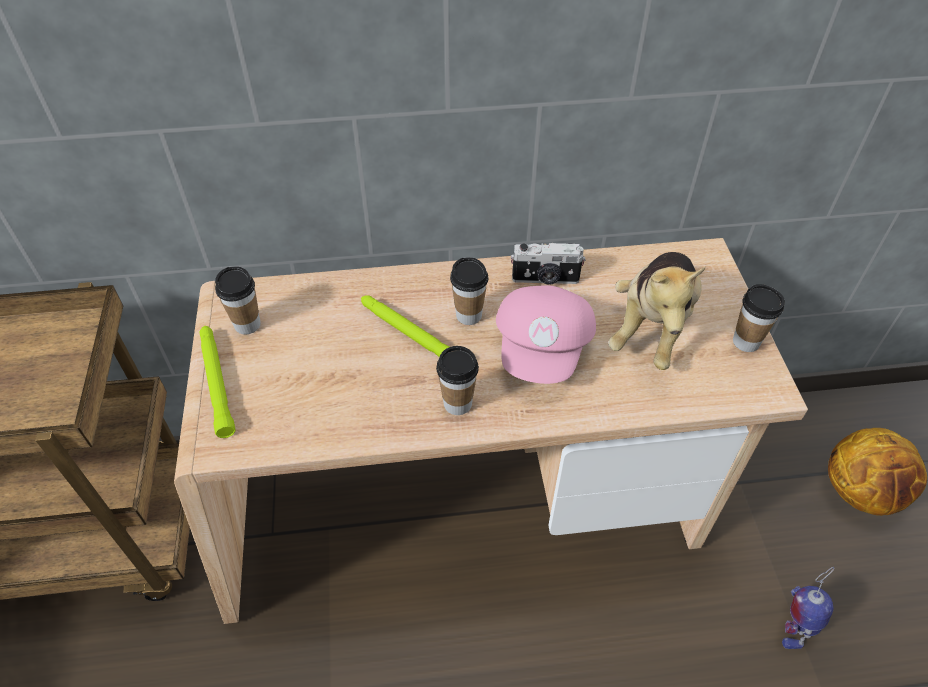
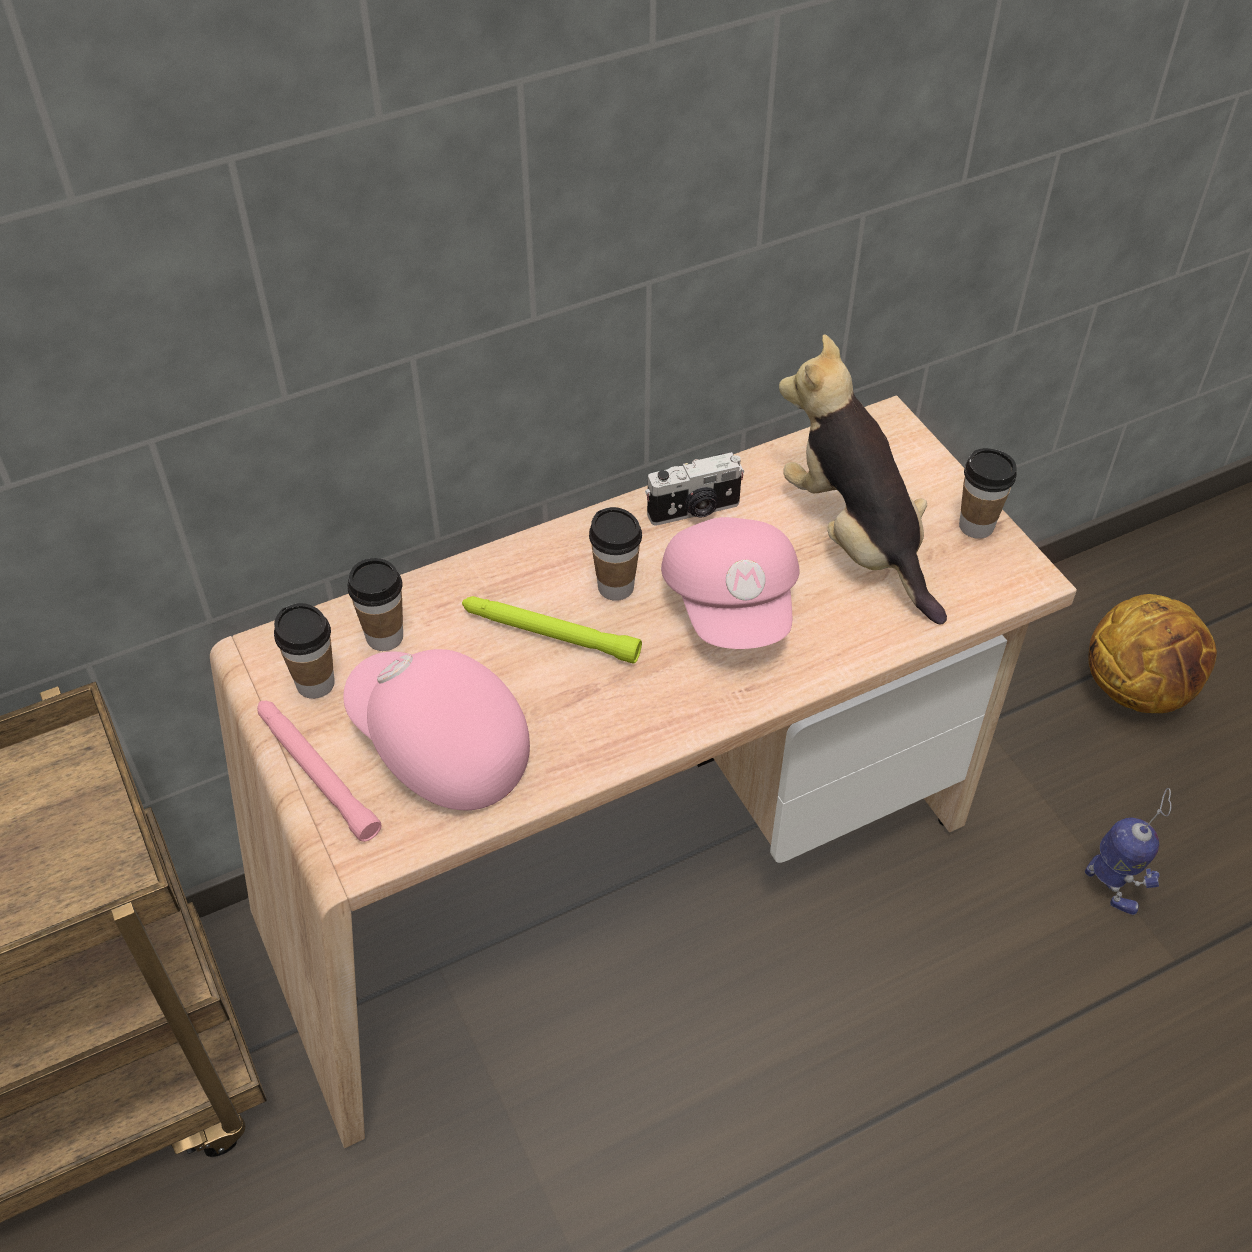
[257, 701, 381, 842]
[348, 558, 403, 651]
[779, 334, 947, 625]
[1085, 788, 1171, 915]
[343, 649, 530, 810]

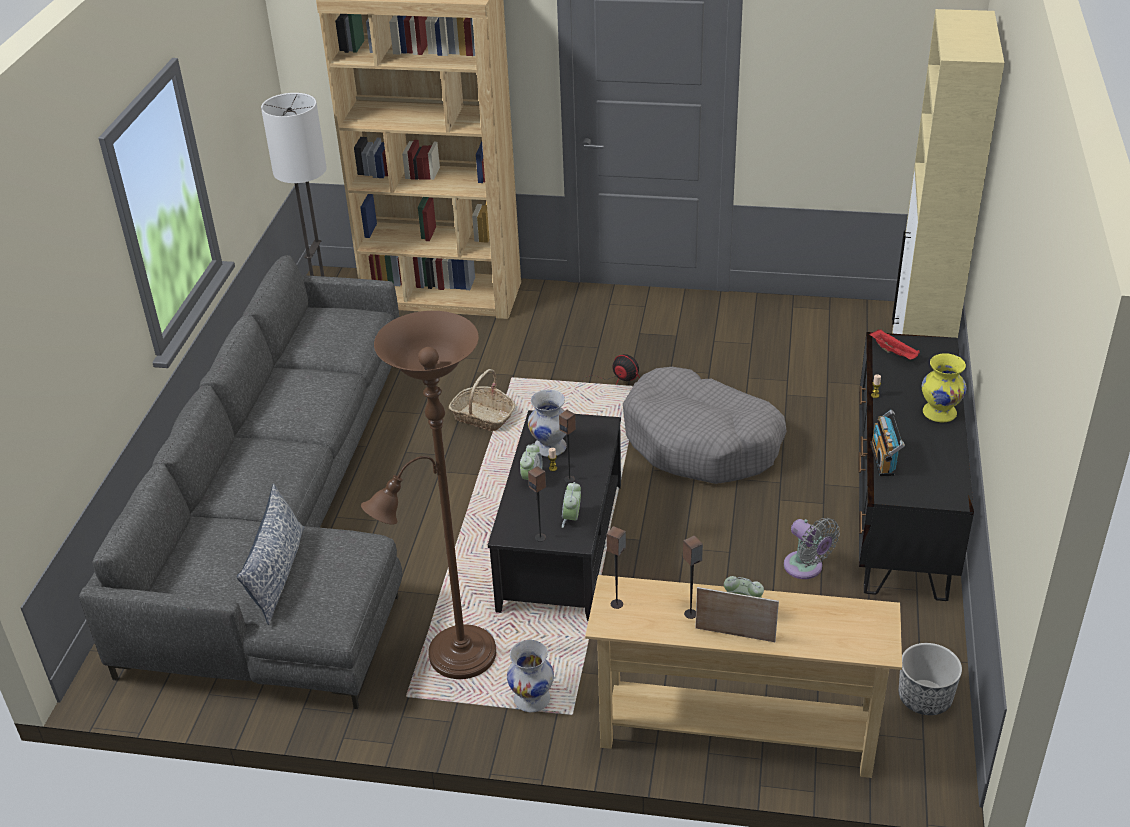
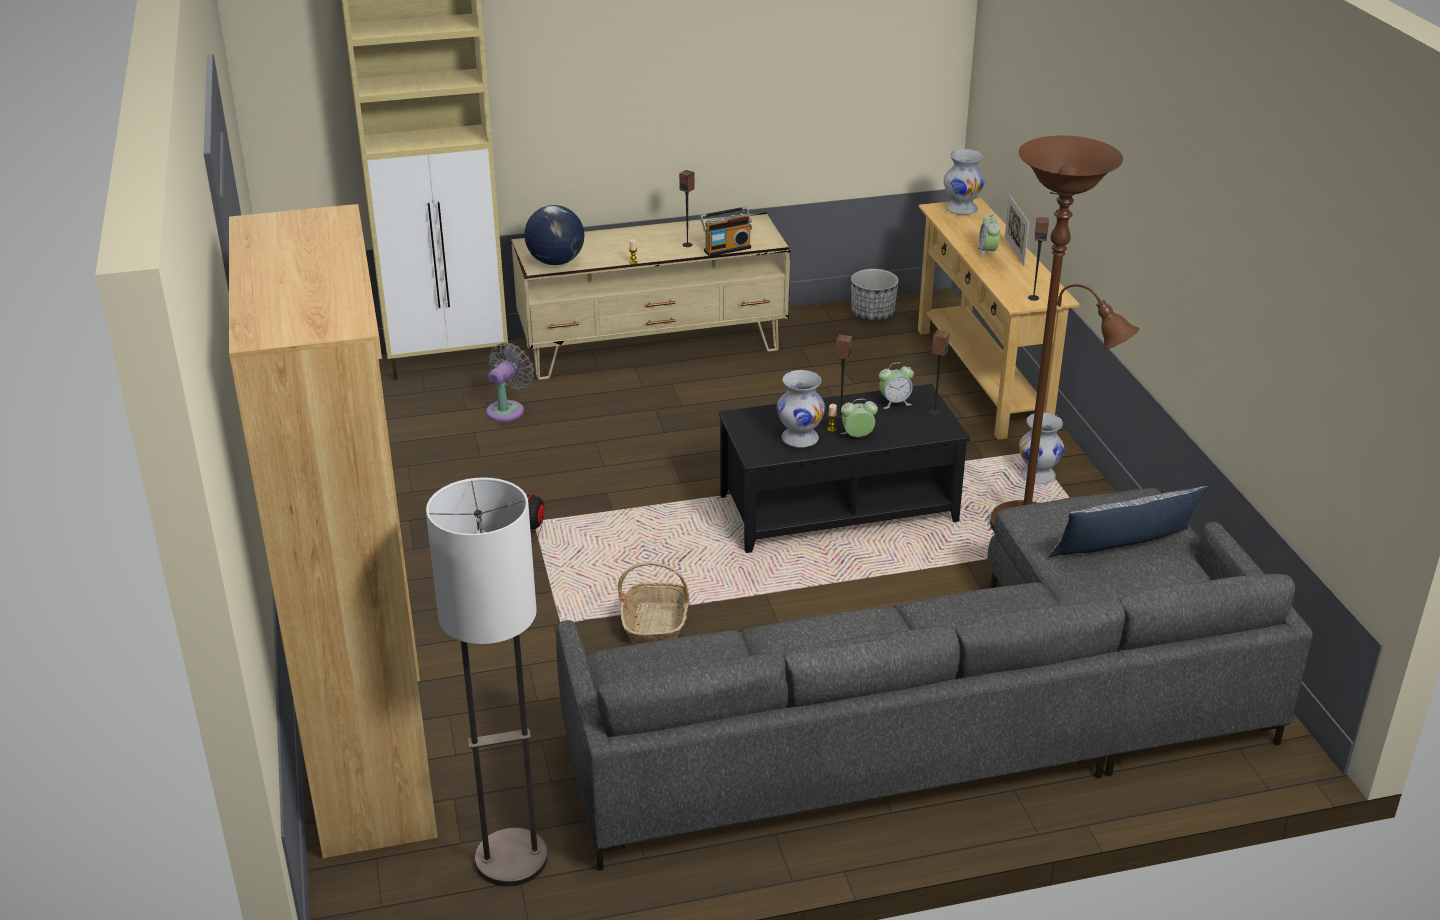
[623, 367, 787, 484] (first image)
[679, 170, 695, 247]
[486, 343, 534, 422]
[511, 213, 790, 380]
[524, 205, 584, 265]
[922, 353, 966, 422] (first image)
[944, 149, 985, 215]

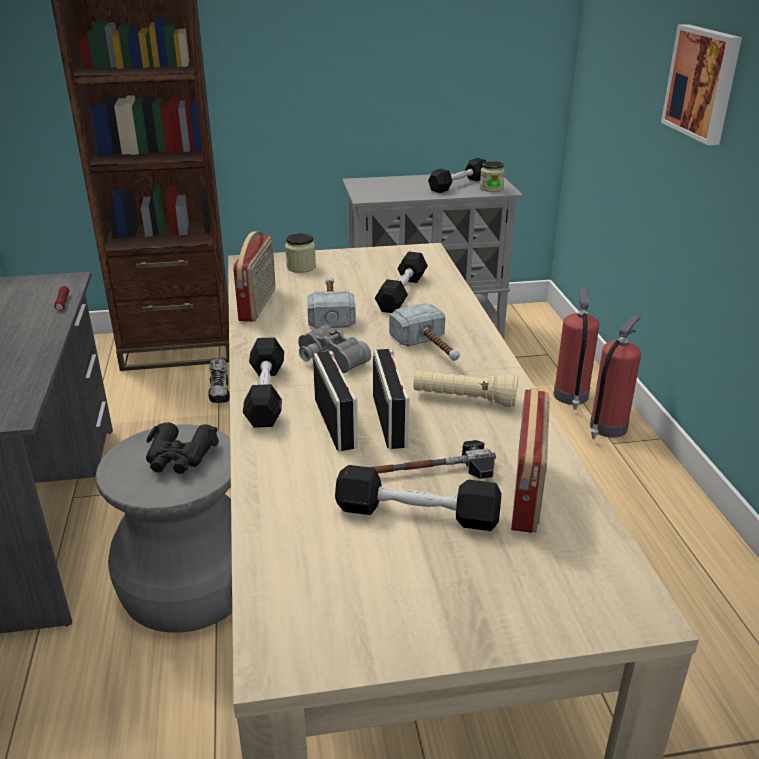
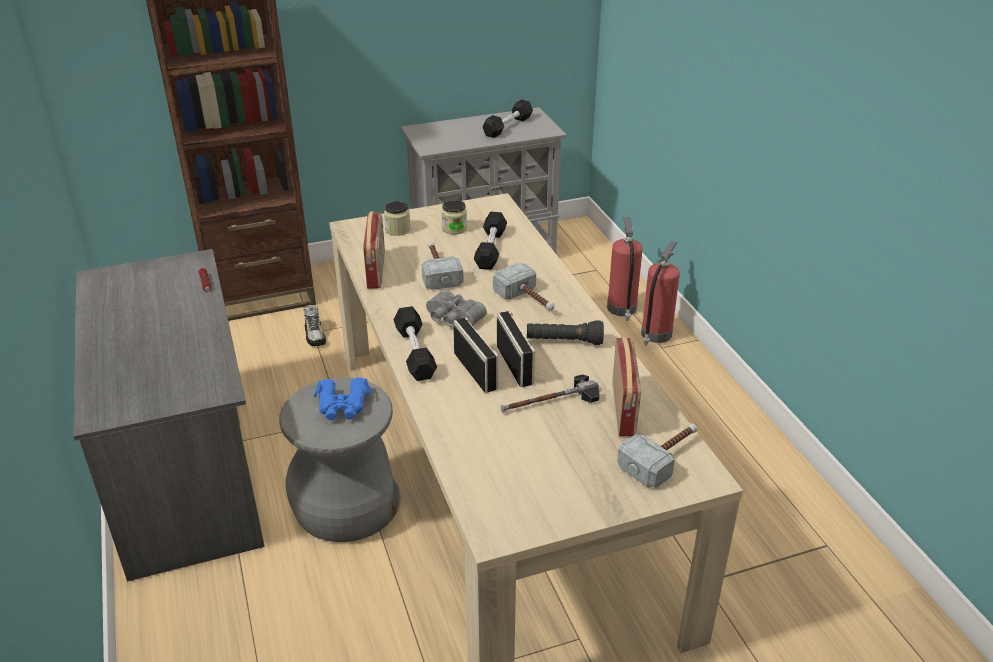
[314, 377, 371, 420]
[335, 465, 502, 531] (first image)
[527, 320, 604, 345]
[441, 200, 467, 234]
[661, 24, 742, 145] (first image)
[617, 423, 697, 488]

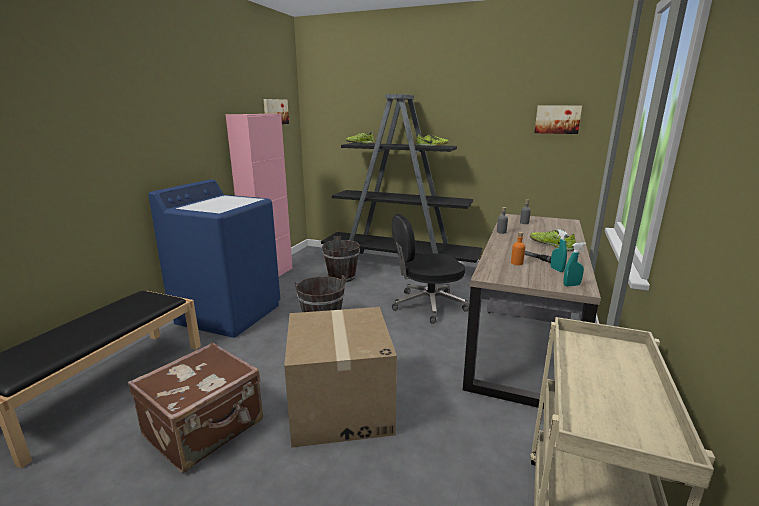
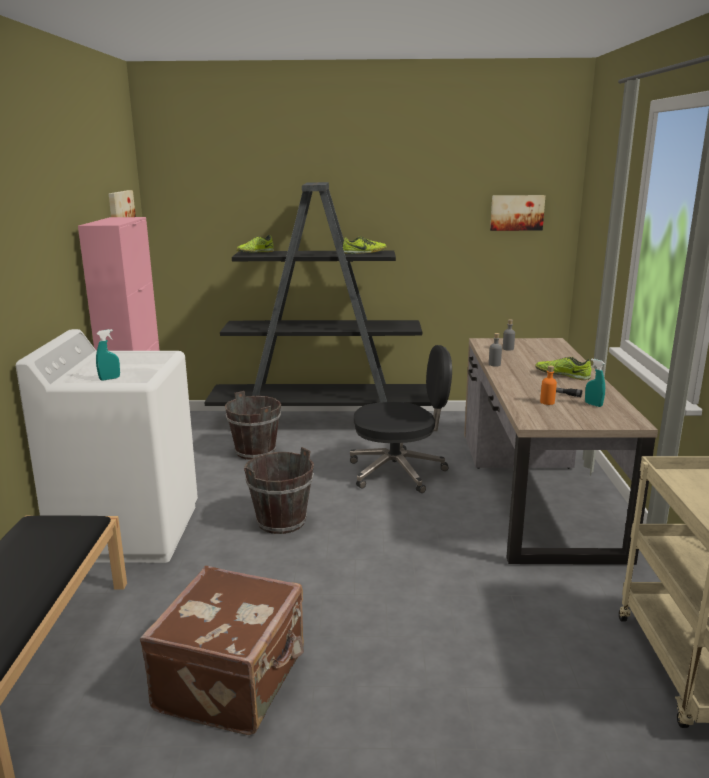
[16, 329, 198, 563]
[284, 307, 397, 448] (first image)
[350, 345, 452, 493]
[96, 329, 120, 381]

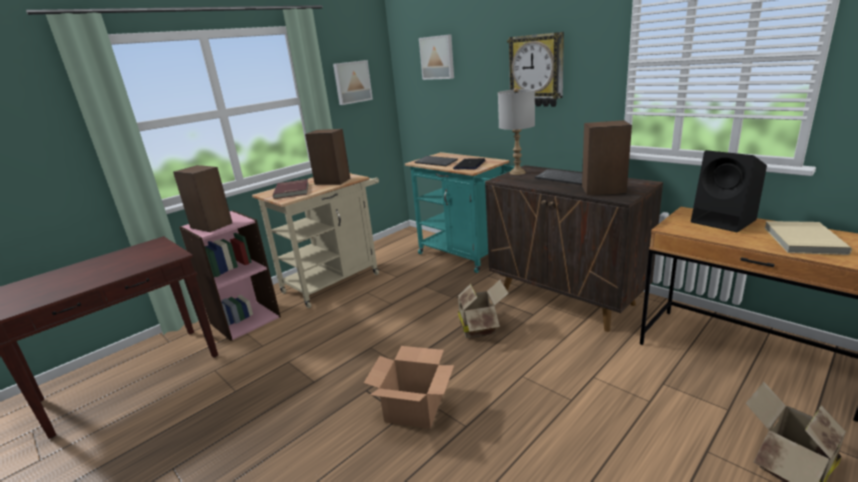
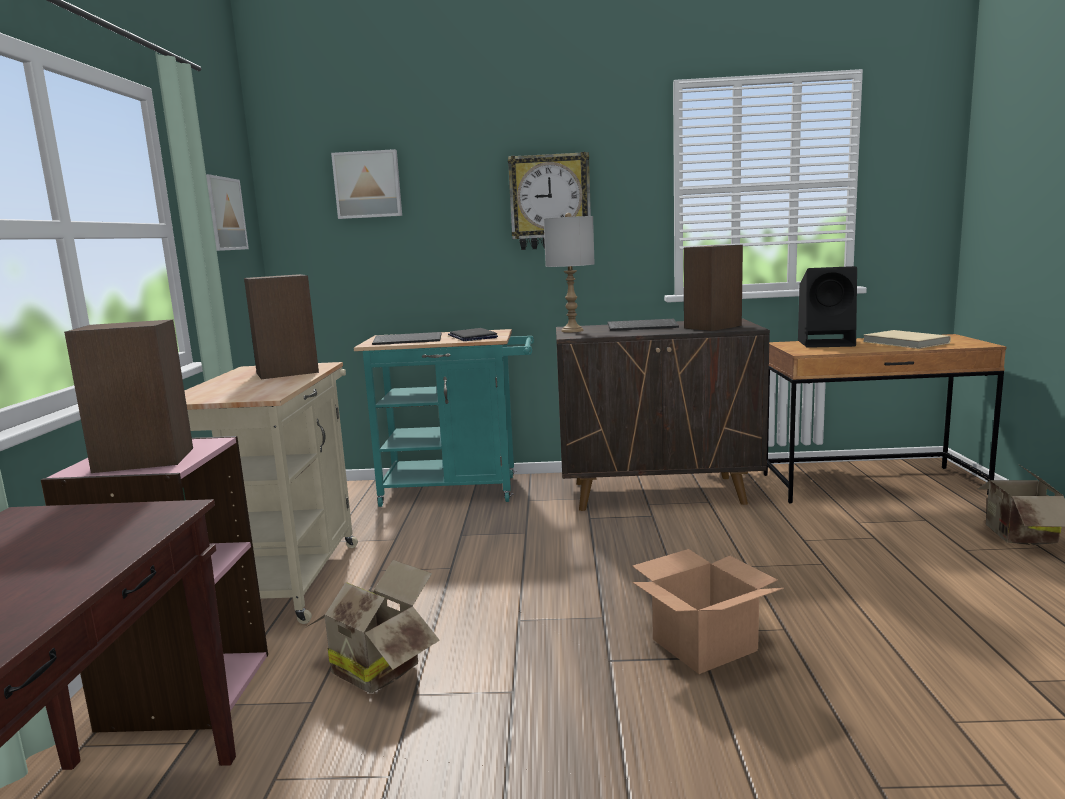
[273, 179, 309, 199] (first image)
[307, 560, 440, 694]

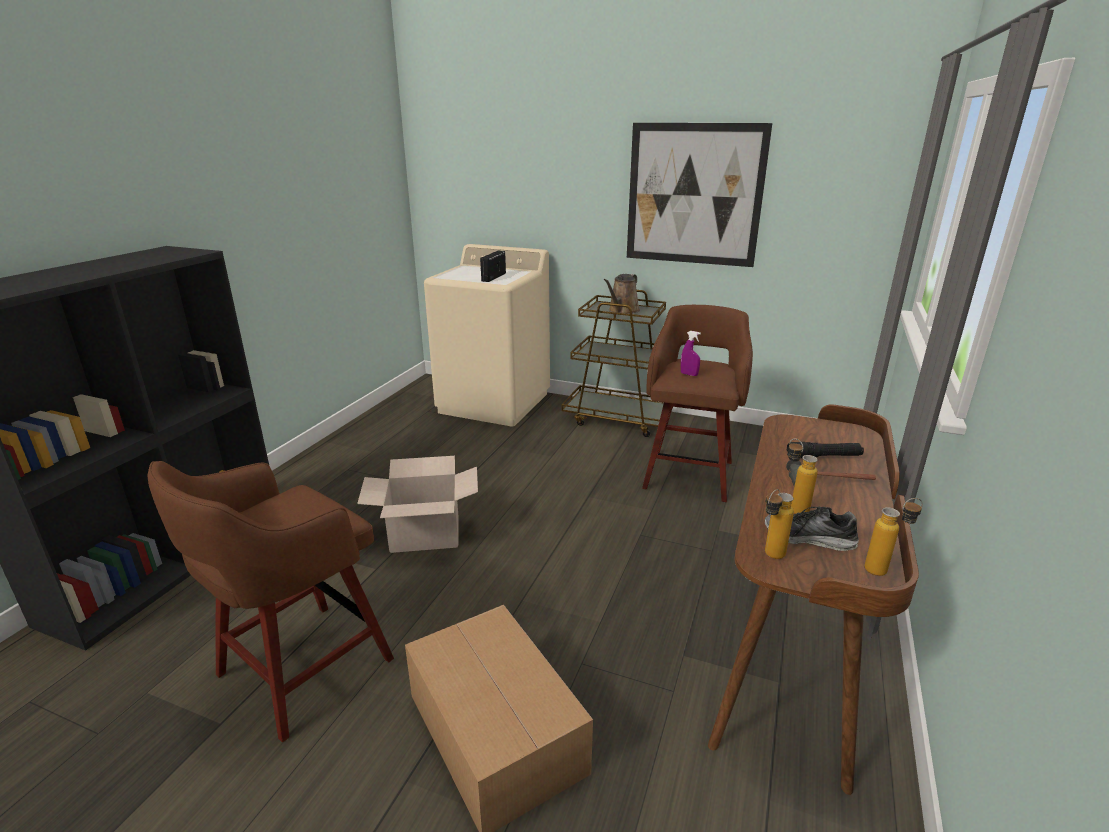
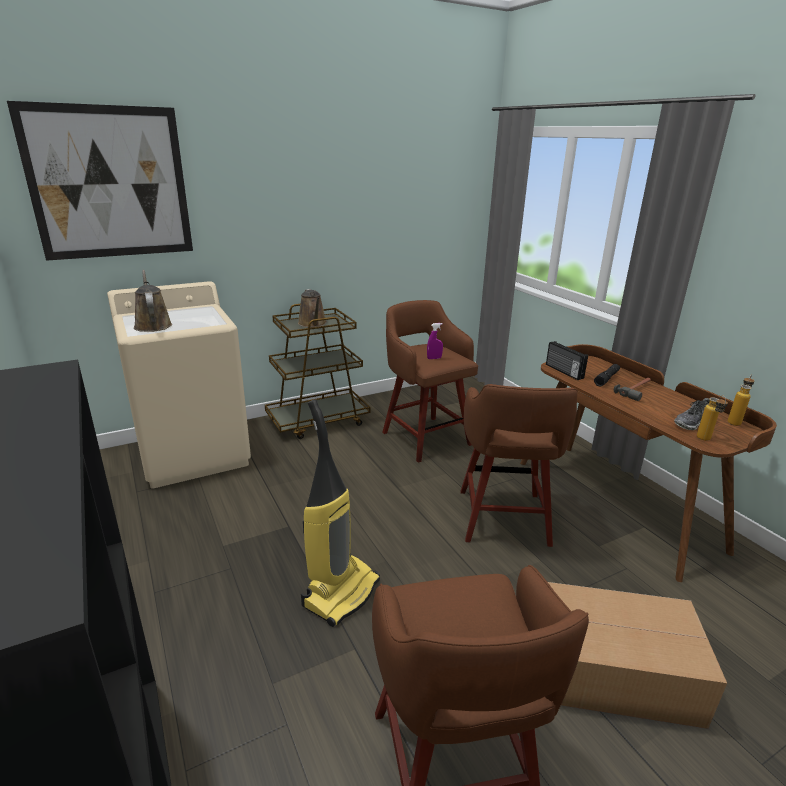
[301, 399, 380, 627]
[546, 341, 588, 380]
[7, 101, 193, 261]
[788, 438, 818, 514] (first image)
[134, 270, 172, 332]
[460, 384, 578, 547]

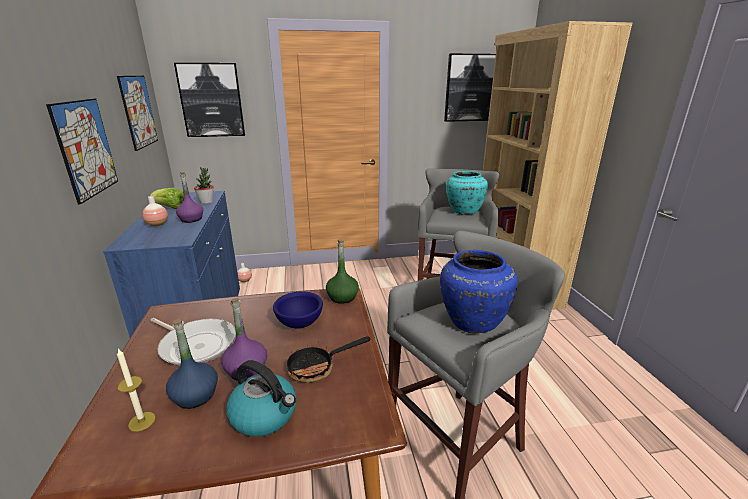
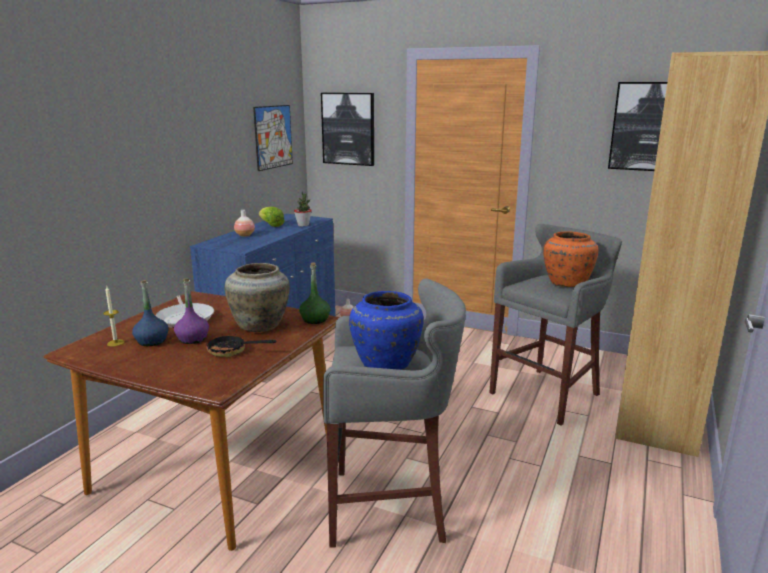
[46, 98, 118, 205] (first image)
[176, 172, 203, 223] (first image)
[226, 360, 296, 437] (first image)
[224, 263, 290, 332]
[543, 231, 598, 287]

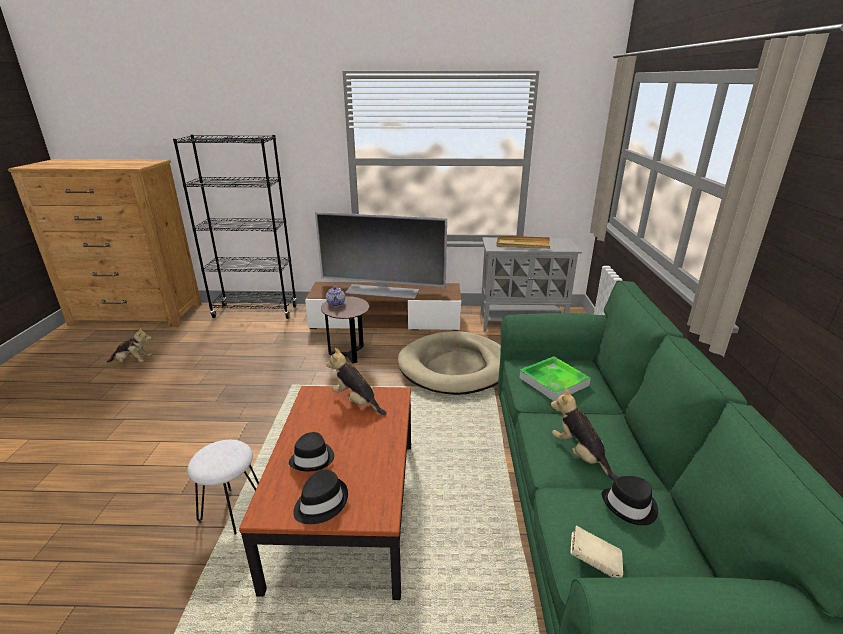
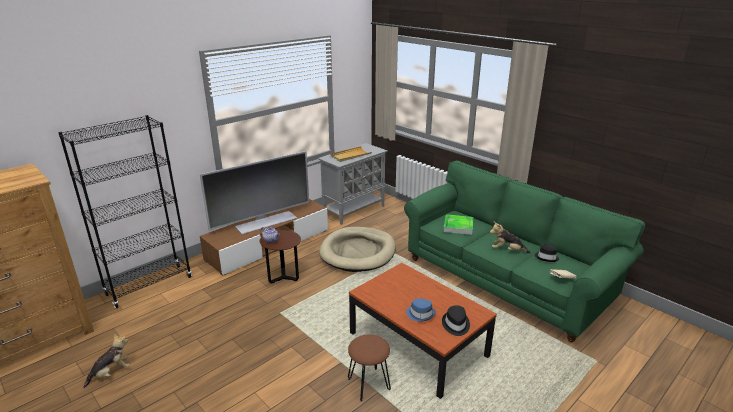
[348, 335, 391, 402]
[406, 299, 436, 322]
[326, 348, 386, 415] (first image)

